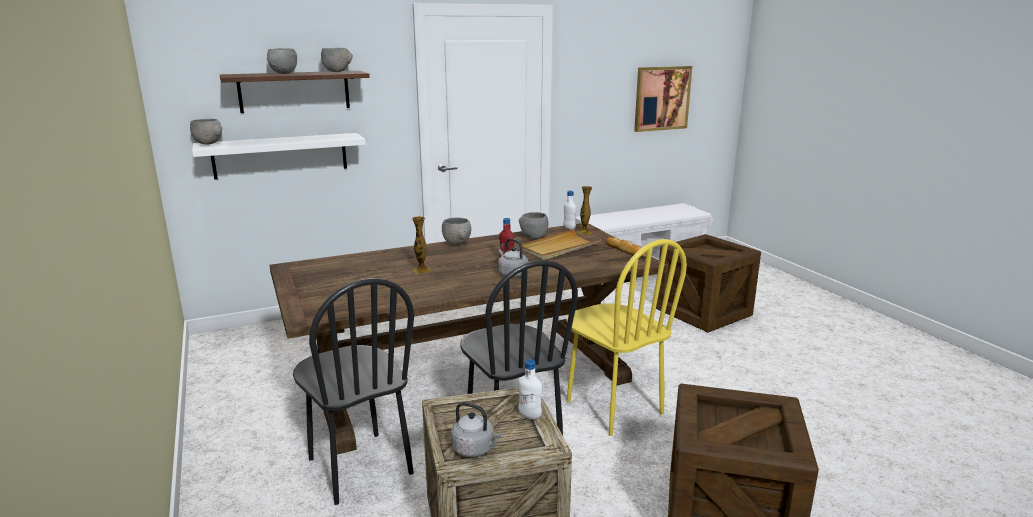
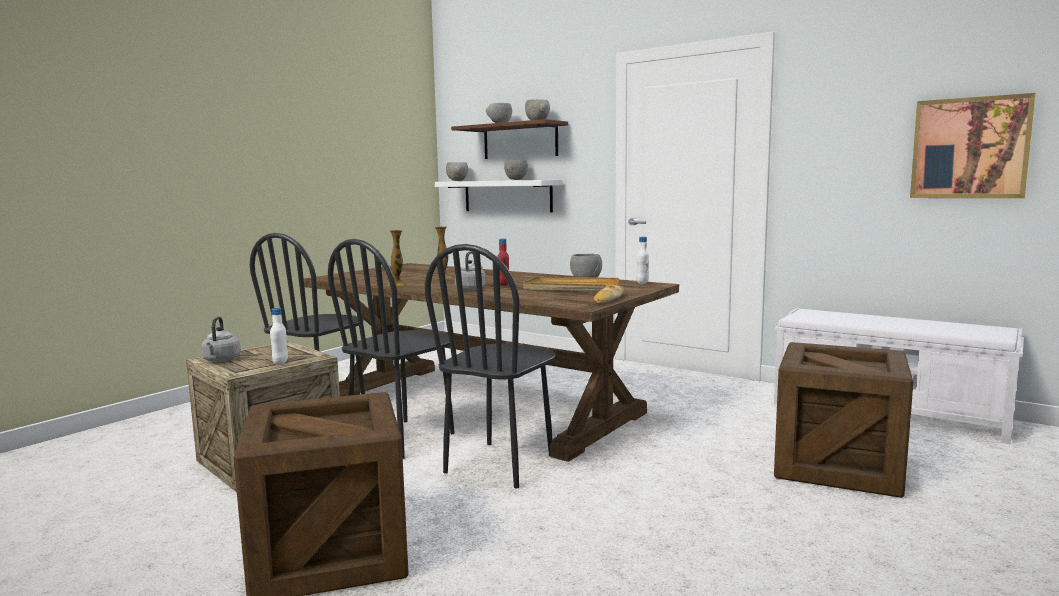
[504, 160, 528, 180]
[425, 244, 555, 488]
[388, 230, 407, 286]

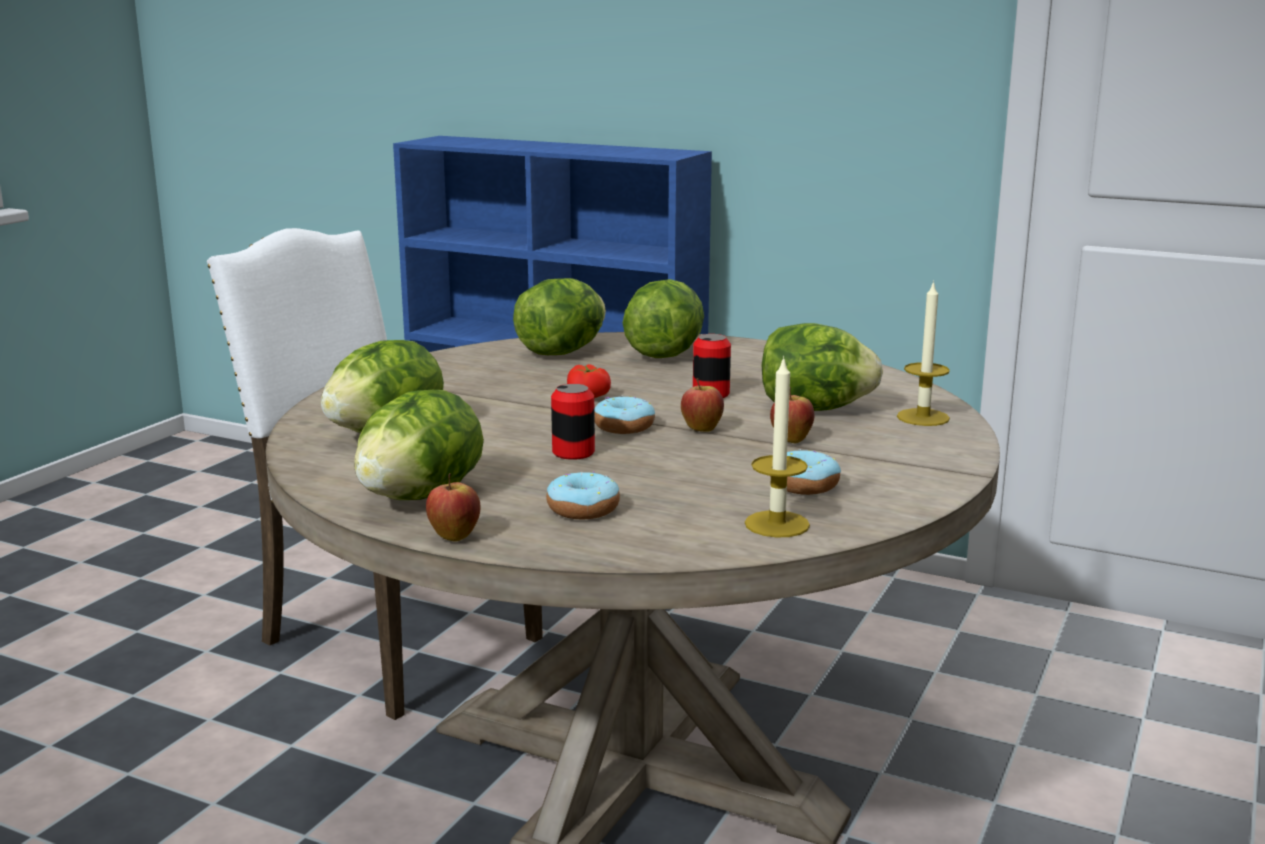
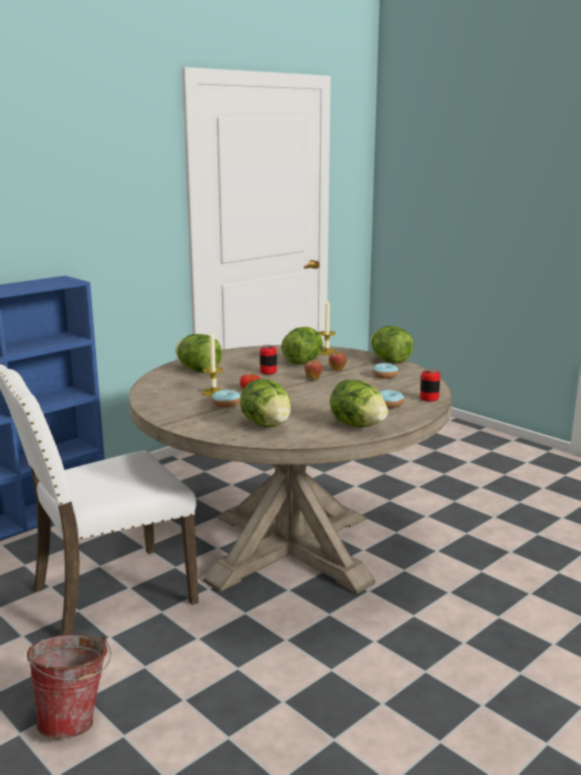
[426, 473, 481, 542] (first image)
[371, 326, 413, 363]
[420, 369, 440, 402]
[212, 390, 241, 408]
[202, 331, 224, 396]
[27, 635, 112, 739]

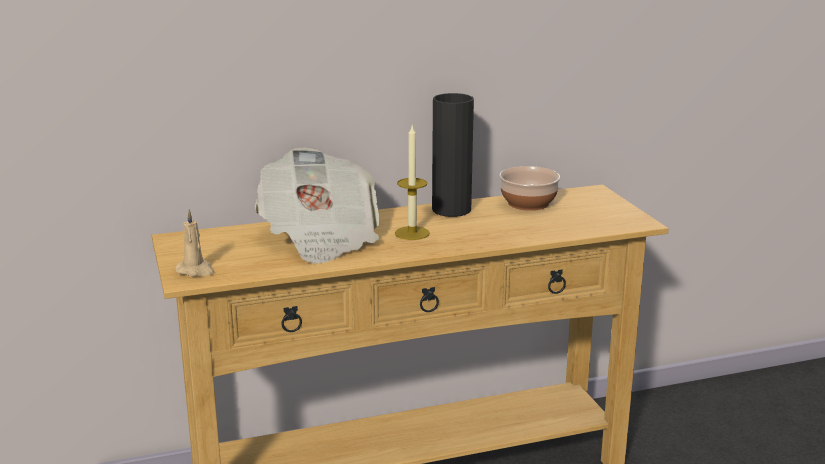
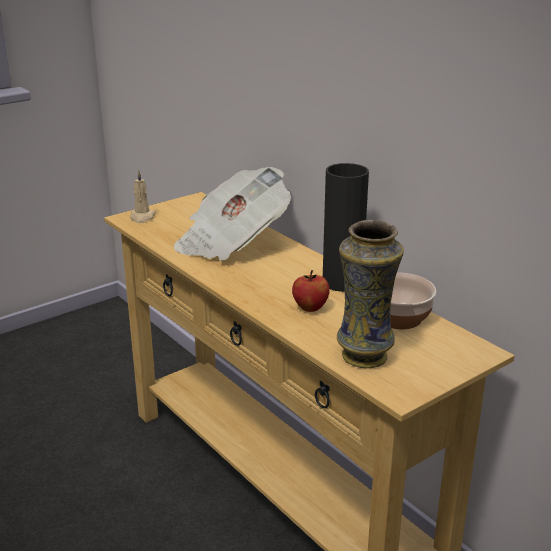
[395, 126, 430, 240] (first image)
[292, 270, 330, 312]
[337, 220, 404, 368]

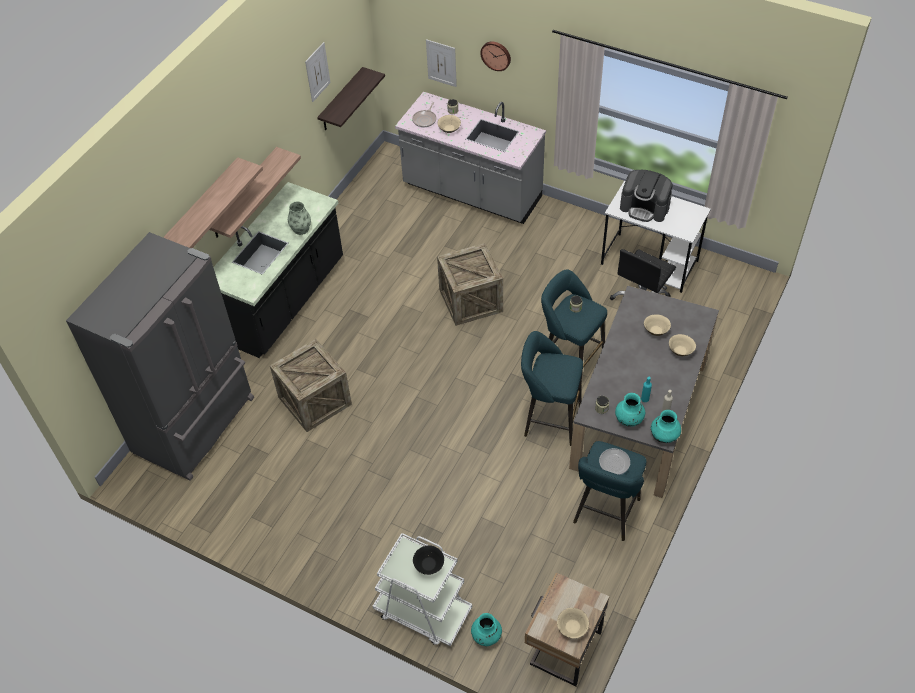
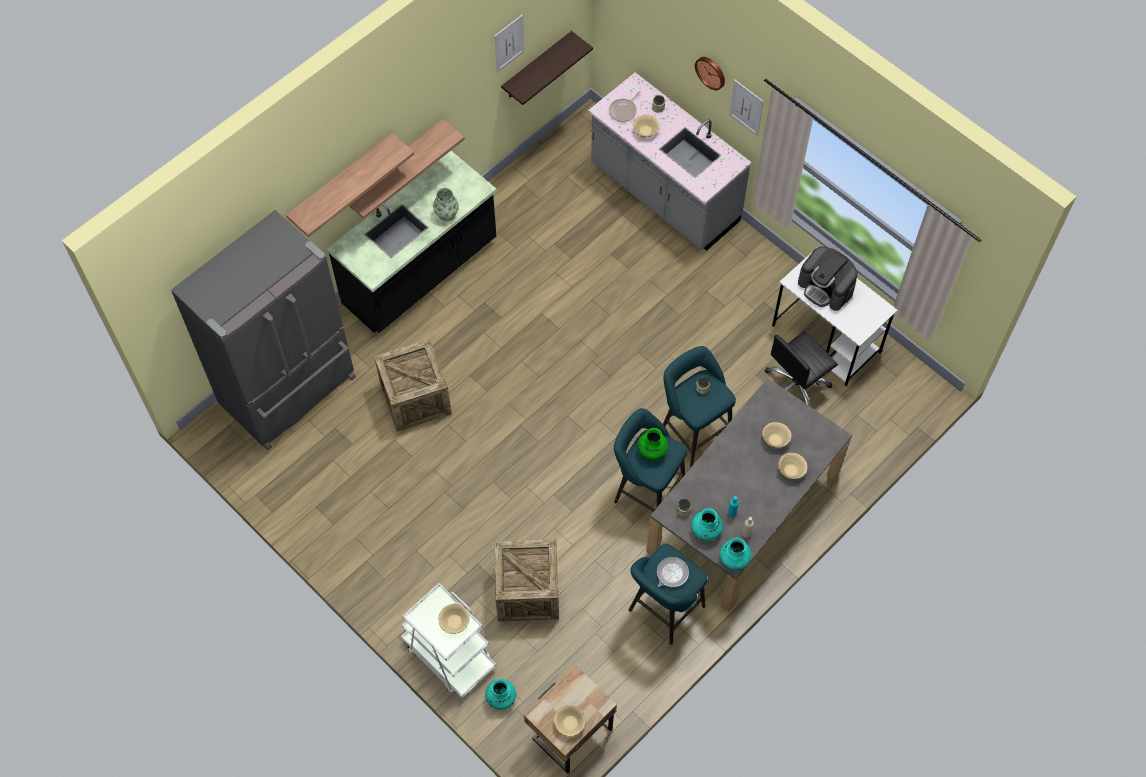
[438, 604, 469, 634]
[729, 79, 764, 137]
[495, 539, 559, 622]
[638, 428, 668, 460]

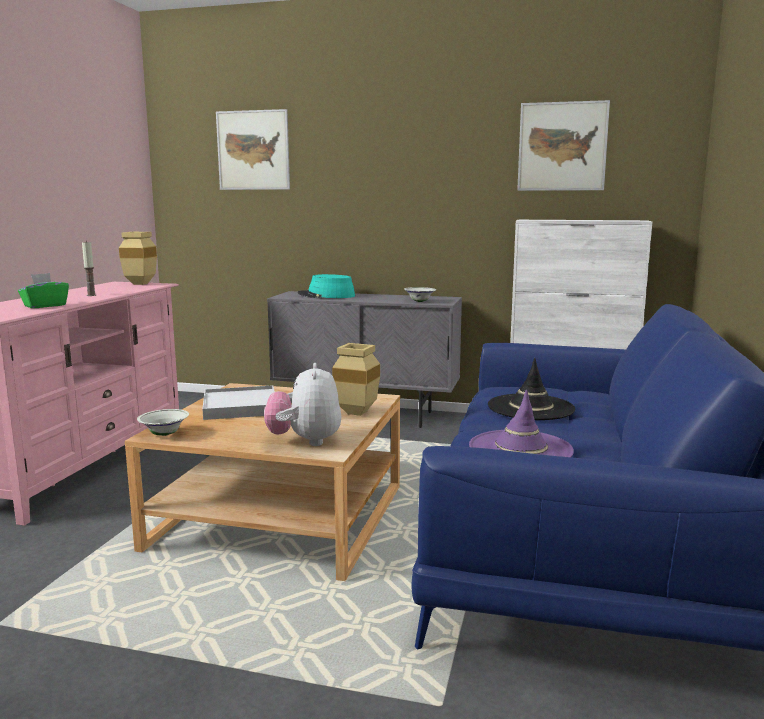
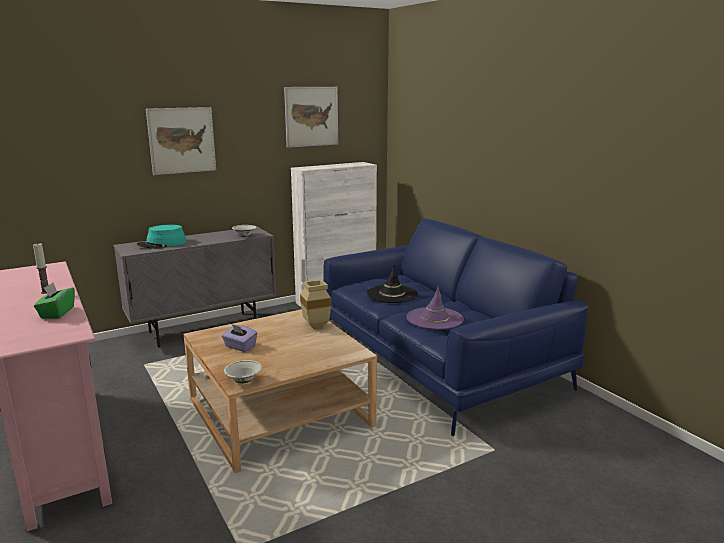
[119, 232, 157, 285] (first image)
[222, 324, 257, 352]
[146, 107, 216, 175]
[264, 363, 341, 446] (first image)

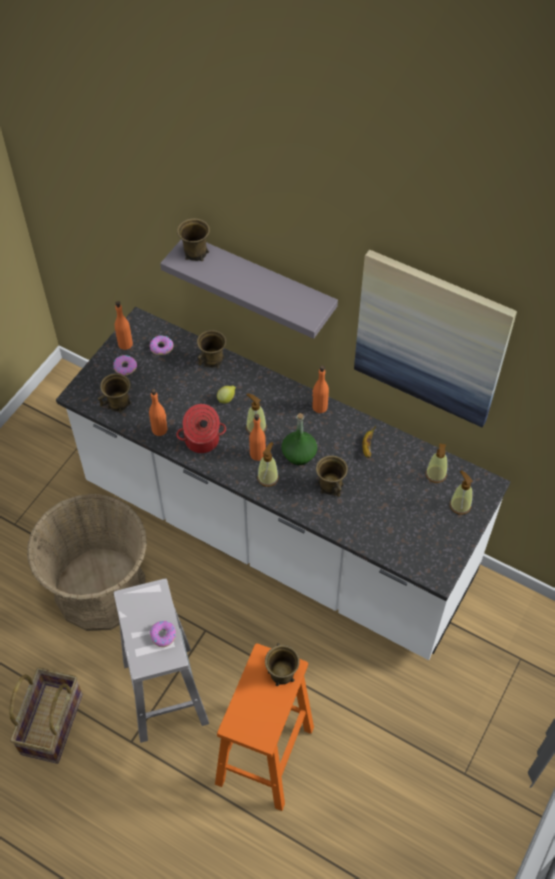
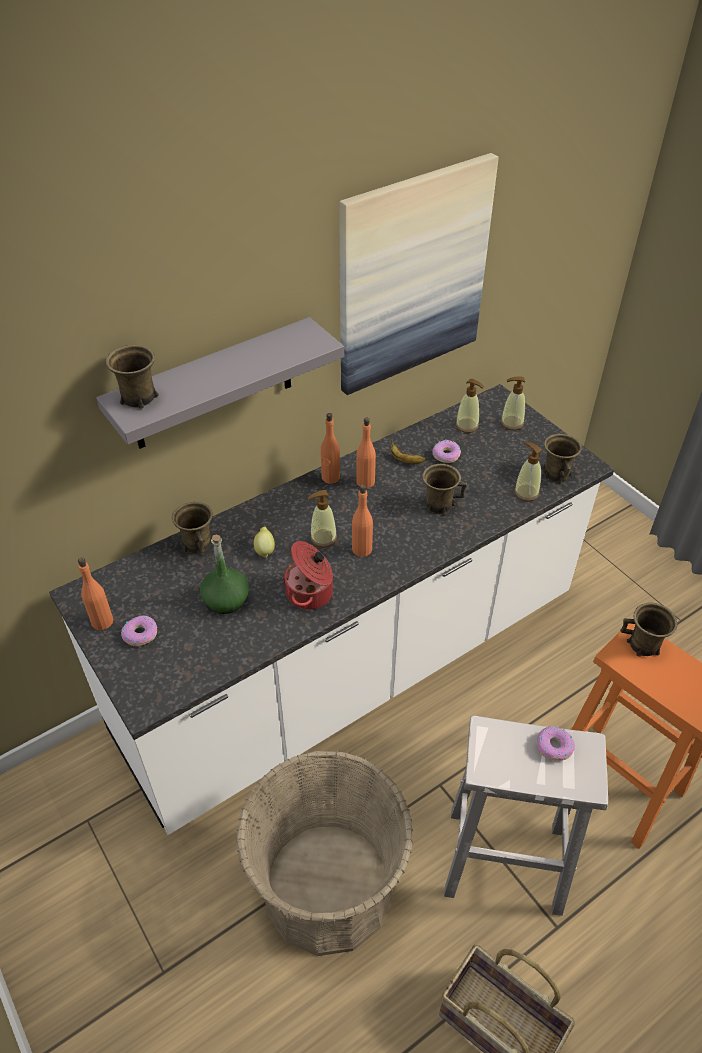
[542, 434, 582, 483]
[356, 418, 376, 488]
[433, 439, 461, 463]
[514, 442, 542, 501]
[200, 534, 249, 614]

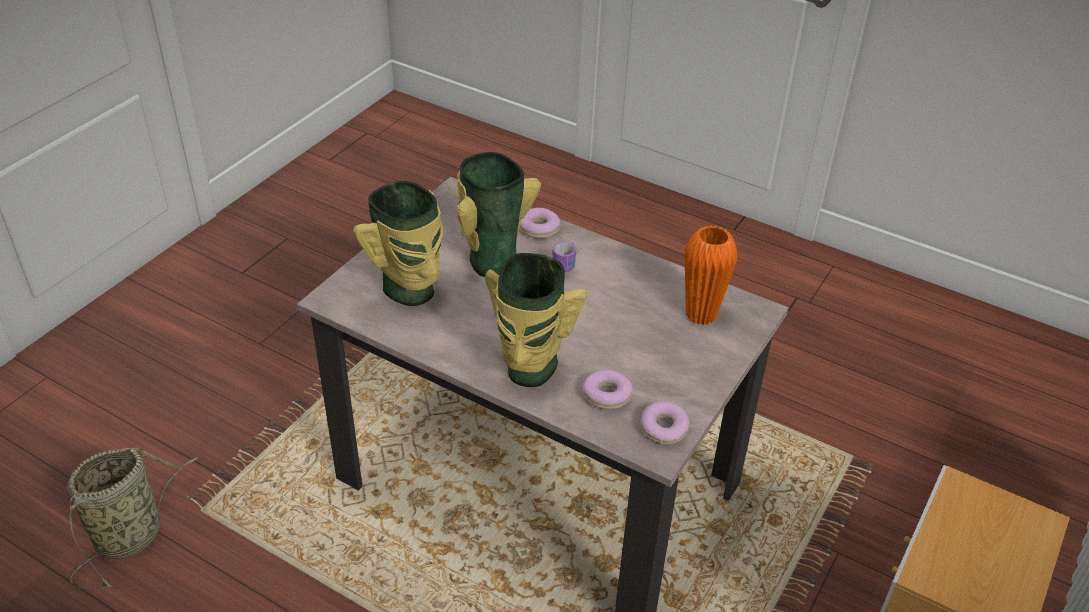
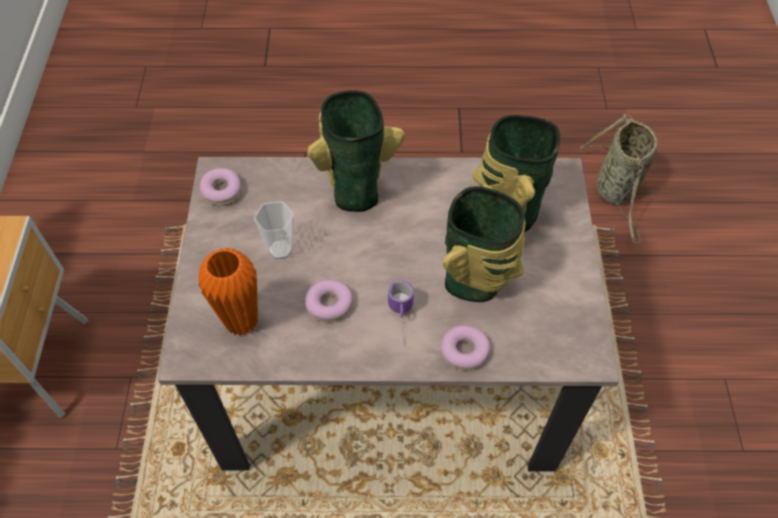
[305, 280, 353, 322]
[254, 201, 294, 259]

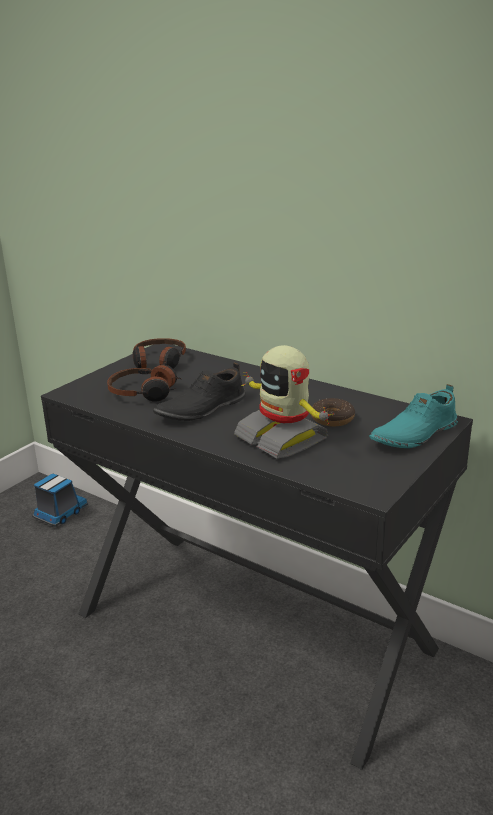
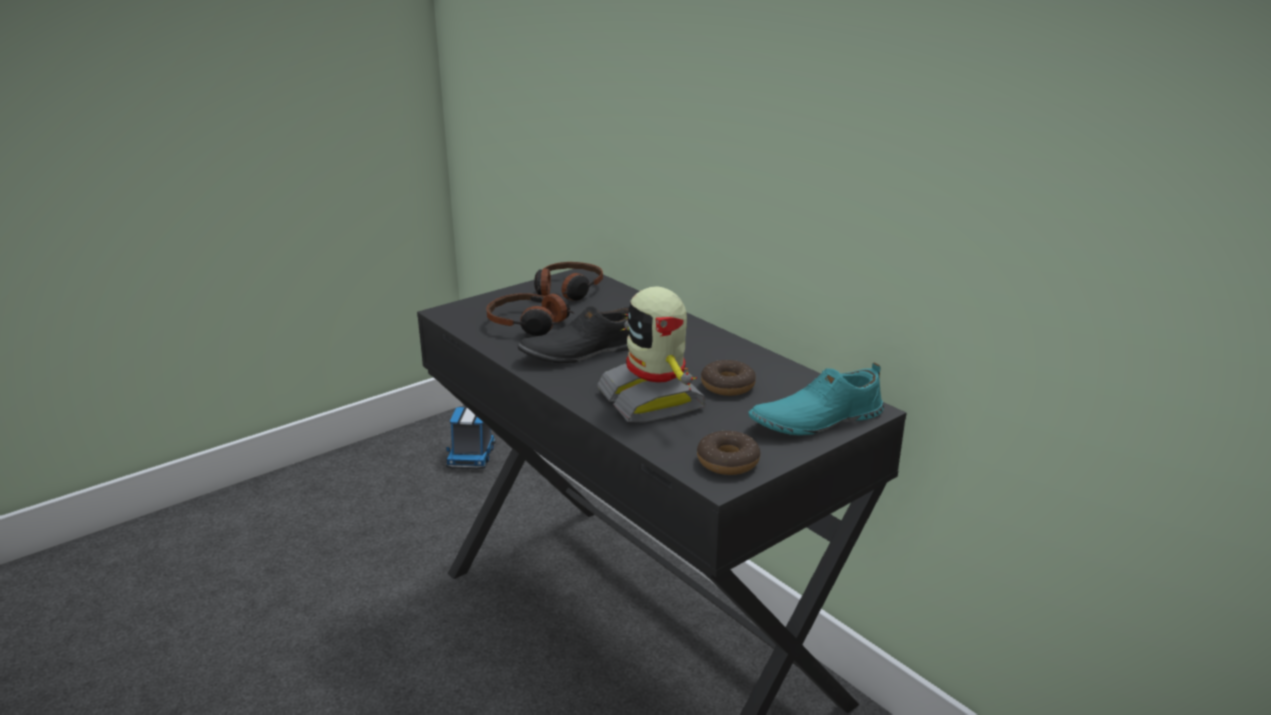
[446, 407, 496, 469]
[697, 430, 760, 475]

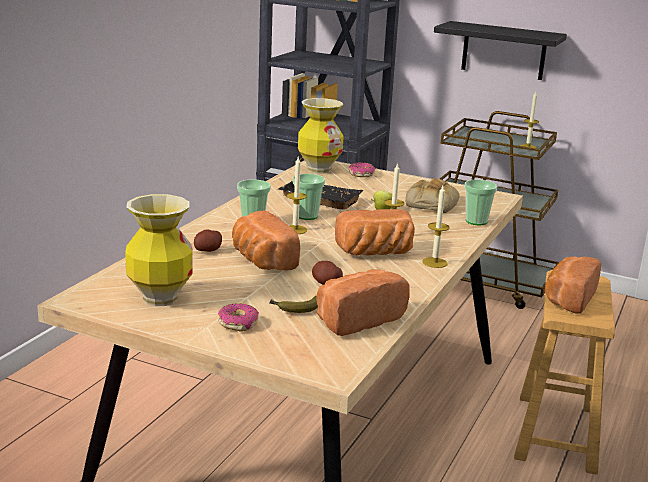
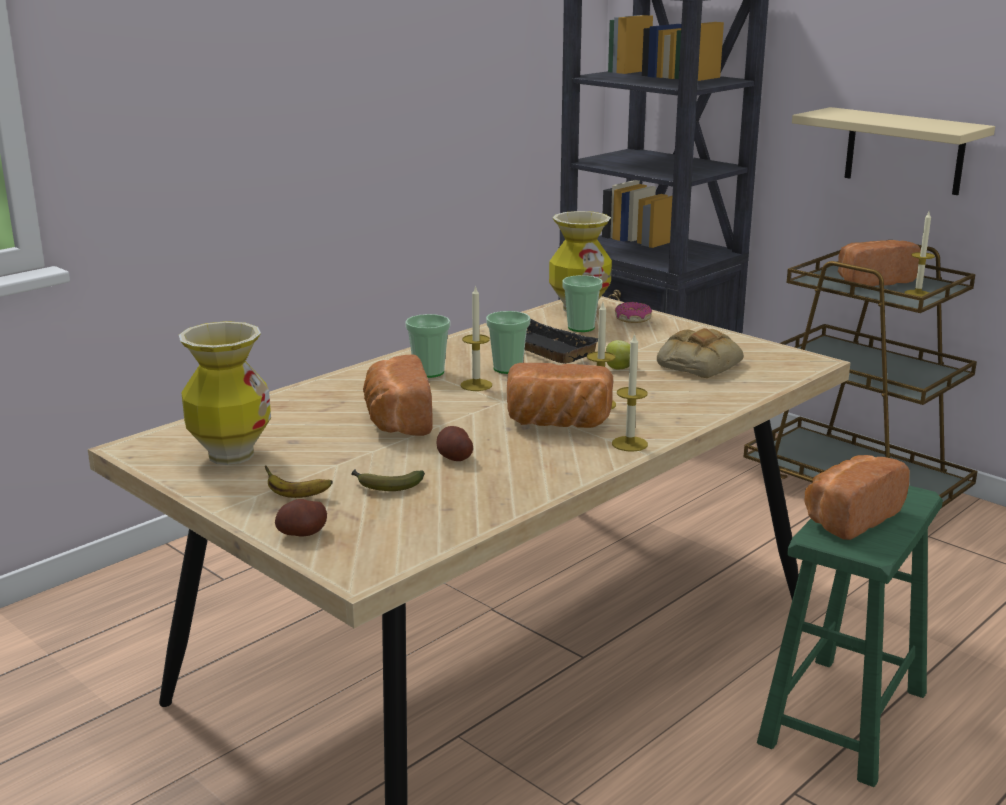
[275, 499, 327, 536]
[265, 466, 333, 498]
[838, 240, 921, 287]
[792, 107, 995, 195]
[563, 275, 602, 332]
[757, 486, 943, 787]

